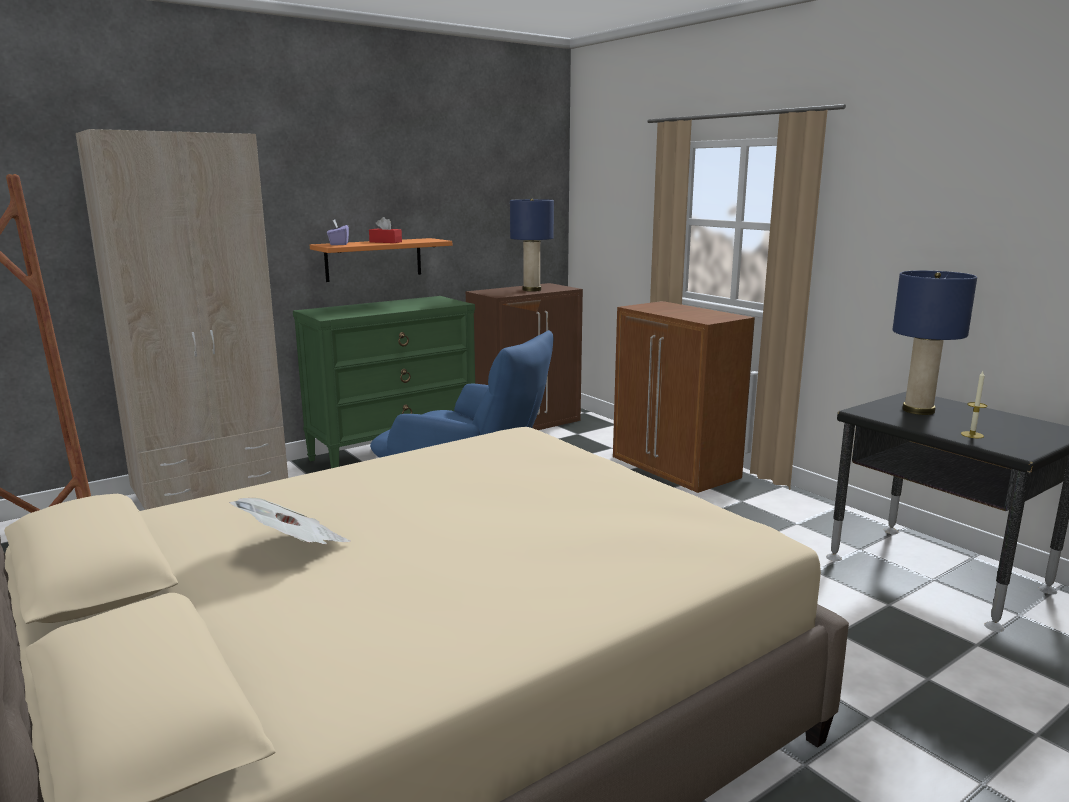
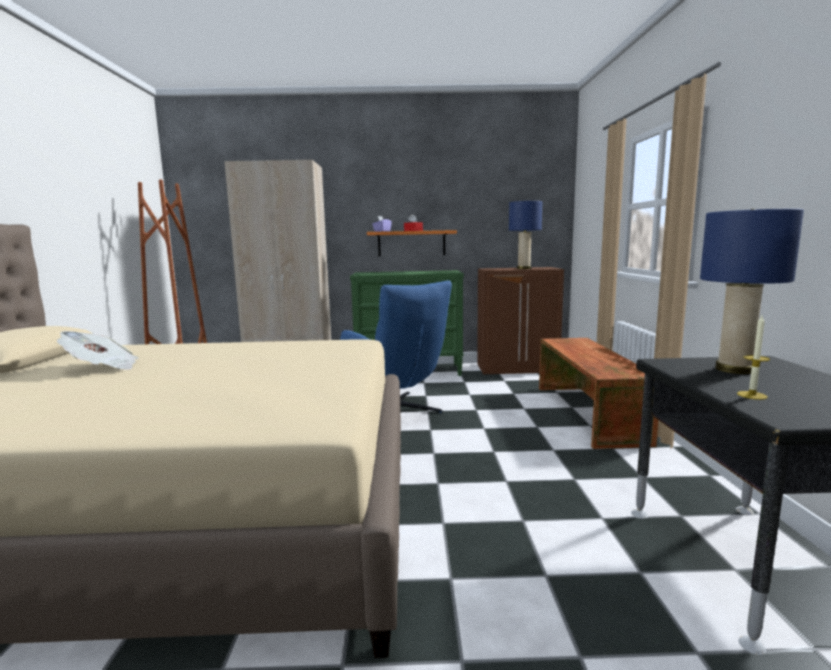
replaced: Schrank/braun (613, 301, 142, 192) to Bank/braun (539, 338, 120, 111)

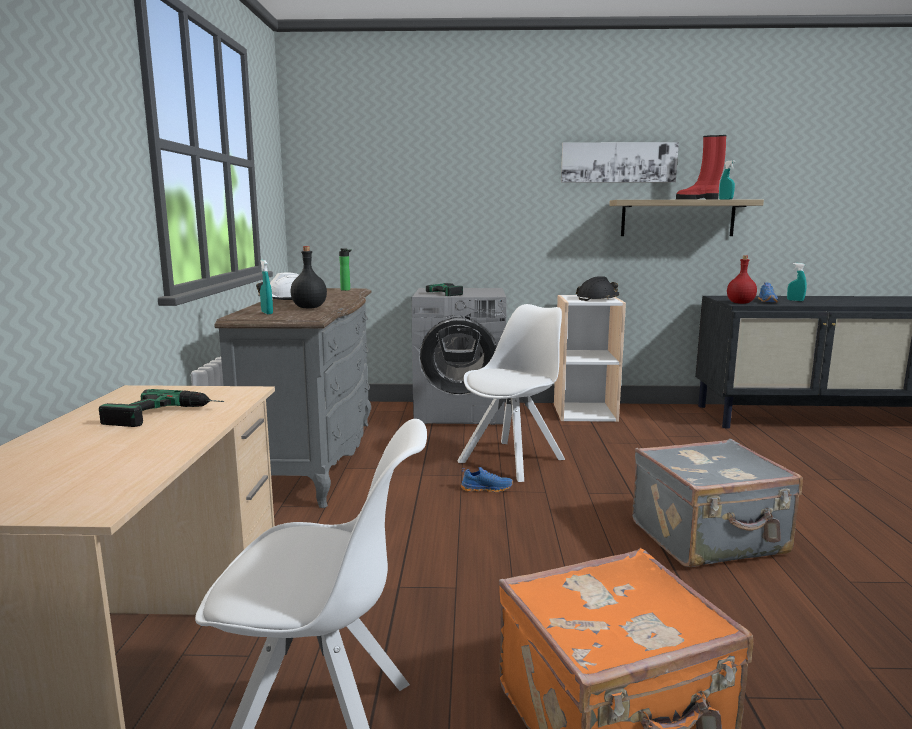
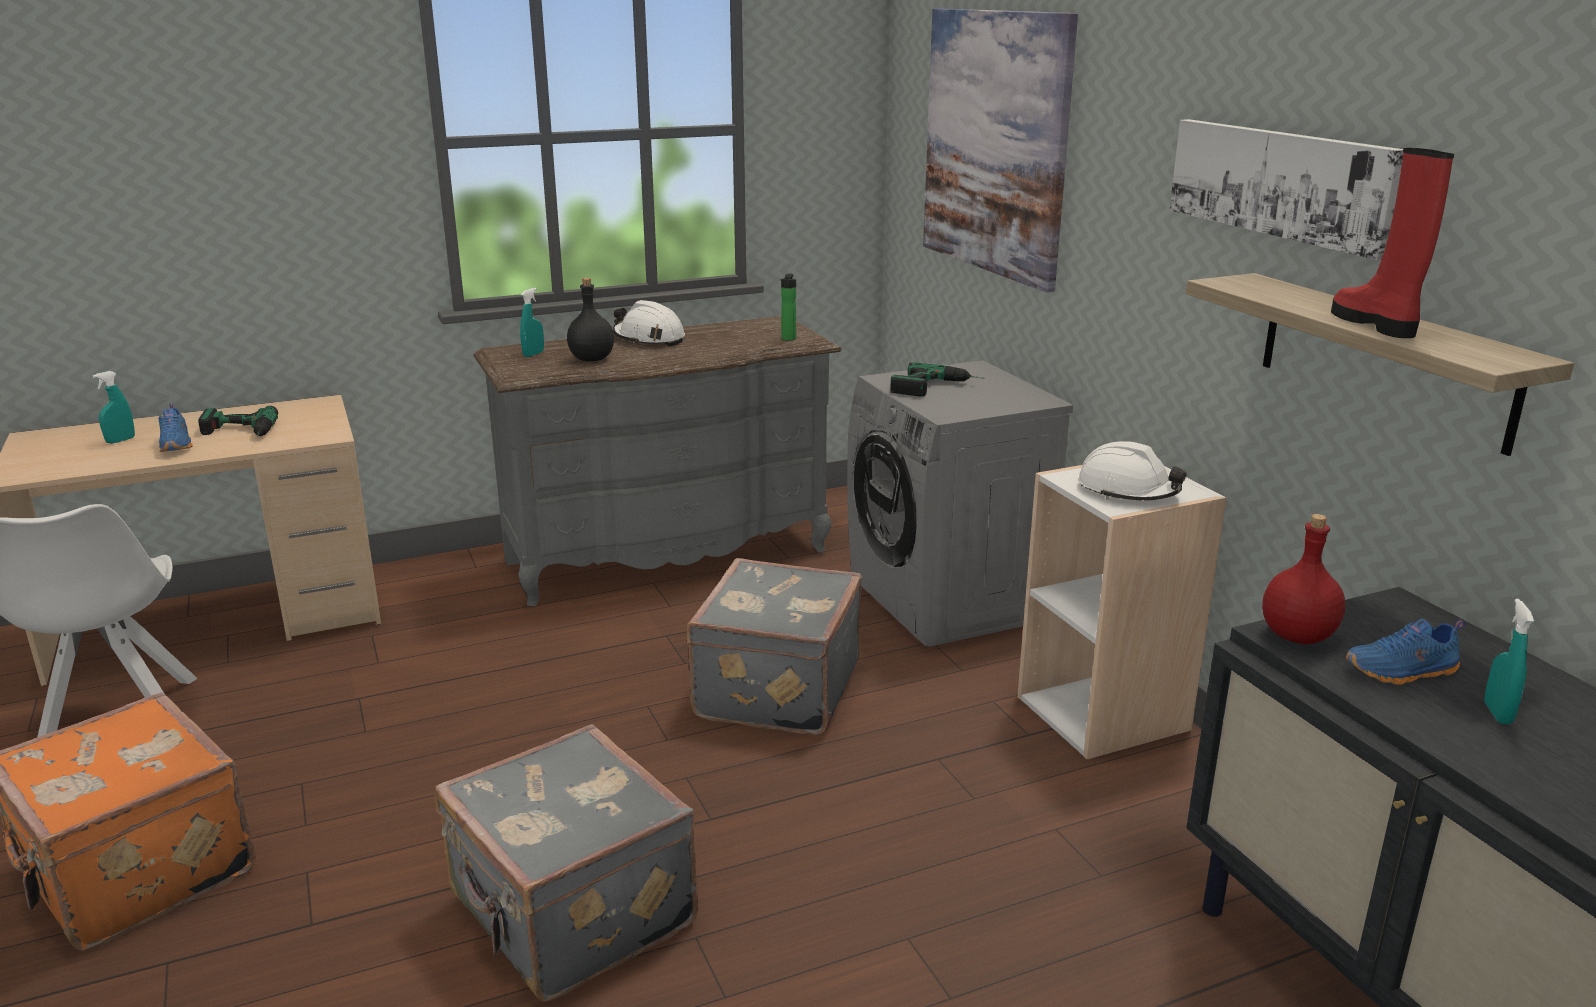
added: Bild (923, 9, 155, 284)
moved: Schuh/blau (461, 467, 52, 26) to (159, 403, 34, 49); Sprühflasche/türkis (719, 160, 16, 40) to (93, 371, 42, 73)
replaced: Stuhl/weiß (457, 304, 108, 178) to Koffer/grau (687, 558, 175, 177)
recoloured: Schutzhelm/schwarz (576, 276, 43, 25) to Schutzhelm/weiß (1078, 441, 109, 60)

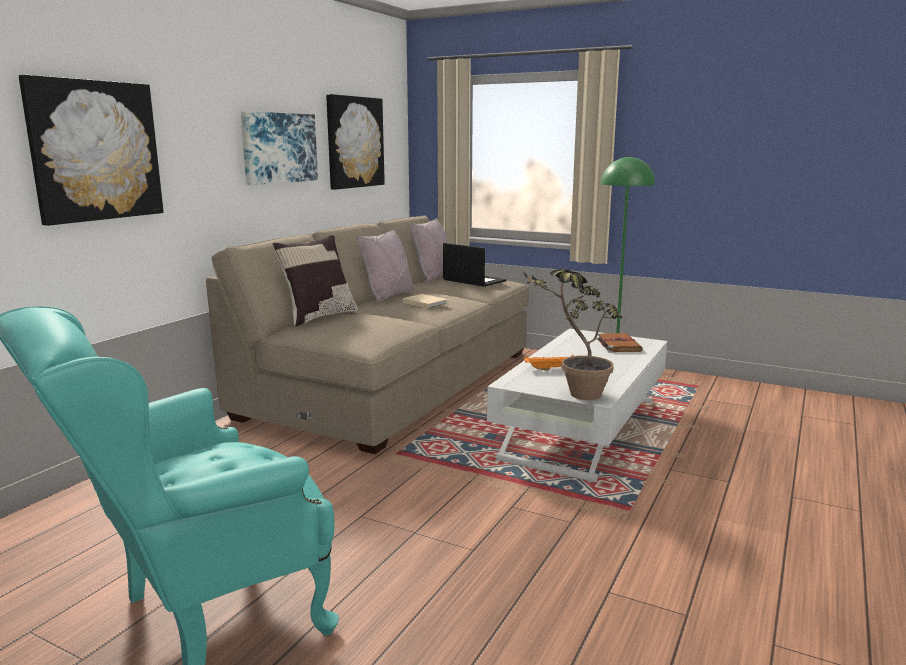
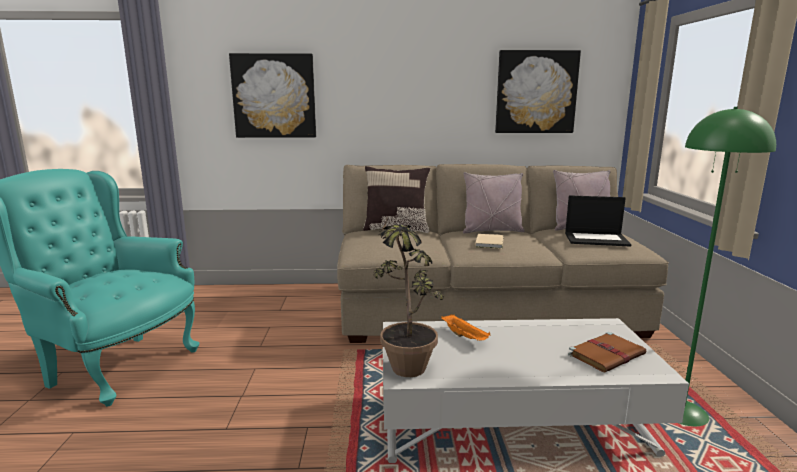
removed: Bild (241, 111, 77, 74)
turned: Laptop (443, 243, 64, 44) = (565, 195, 66, 52) 90 degrees clockwise

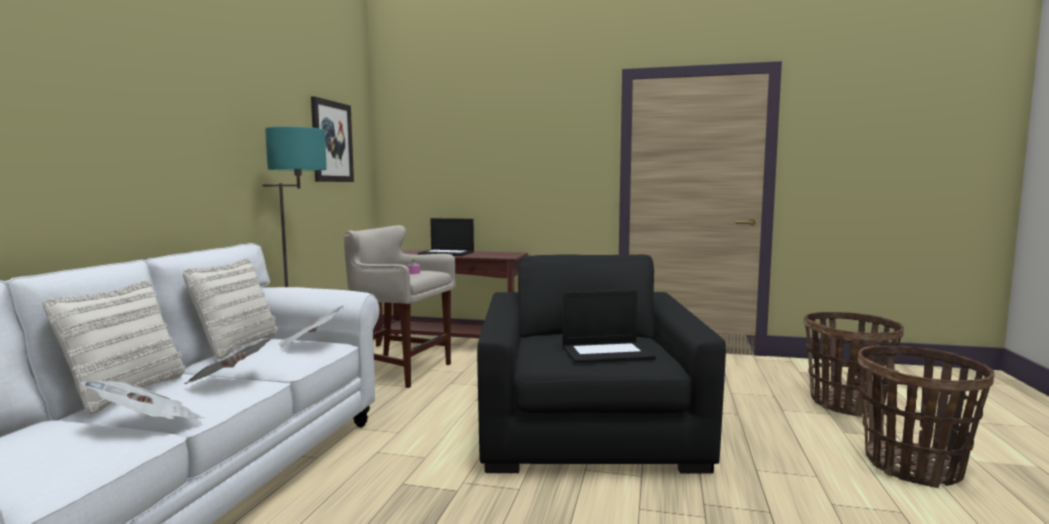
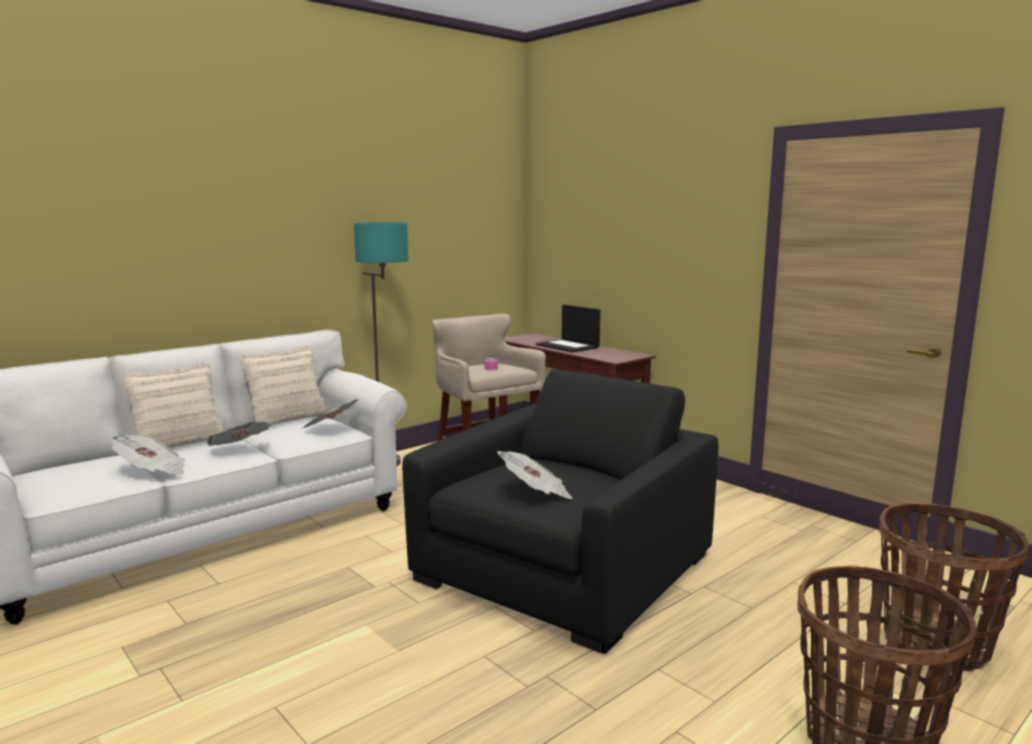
removed: Bild (311, 96, 43, 86)
replaced: Laptop (562, 290, 94, 73) to Zeitung (498, 451, 75, 48)

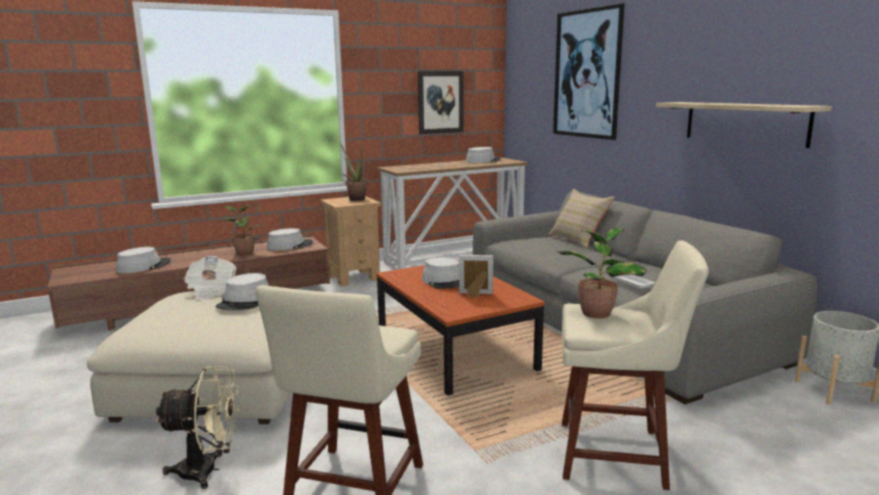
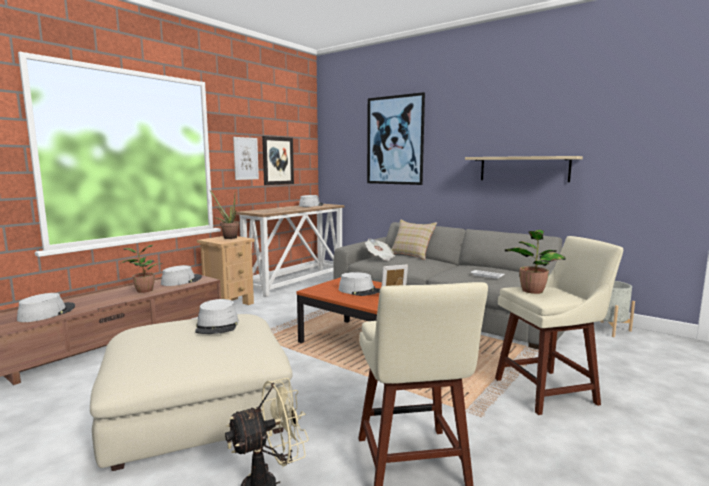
added: Bild (233, 137, 26, 43)
moved: Zeitung (184, 256, 53, 44) to (365, 239, 30, 22)

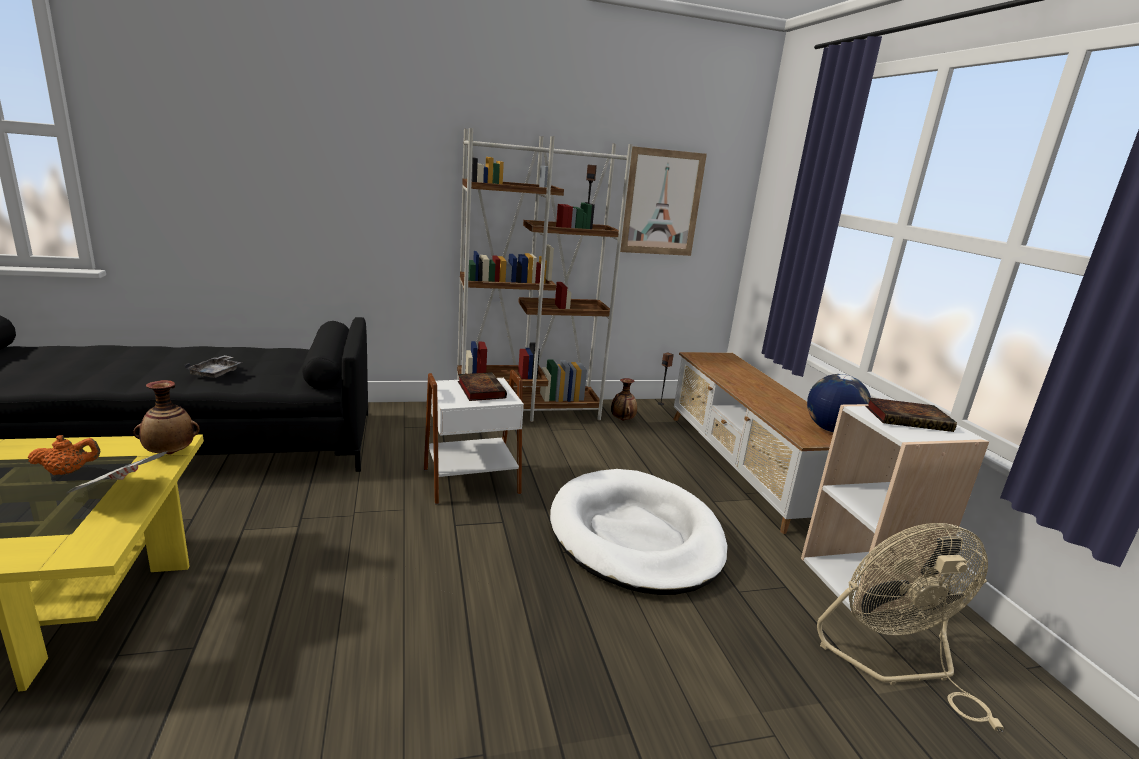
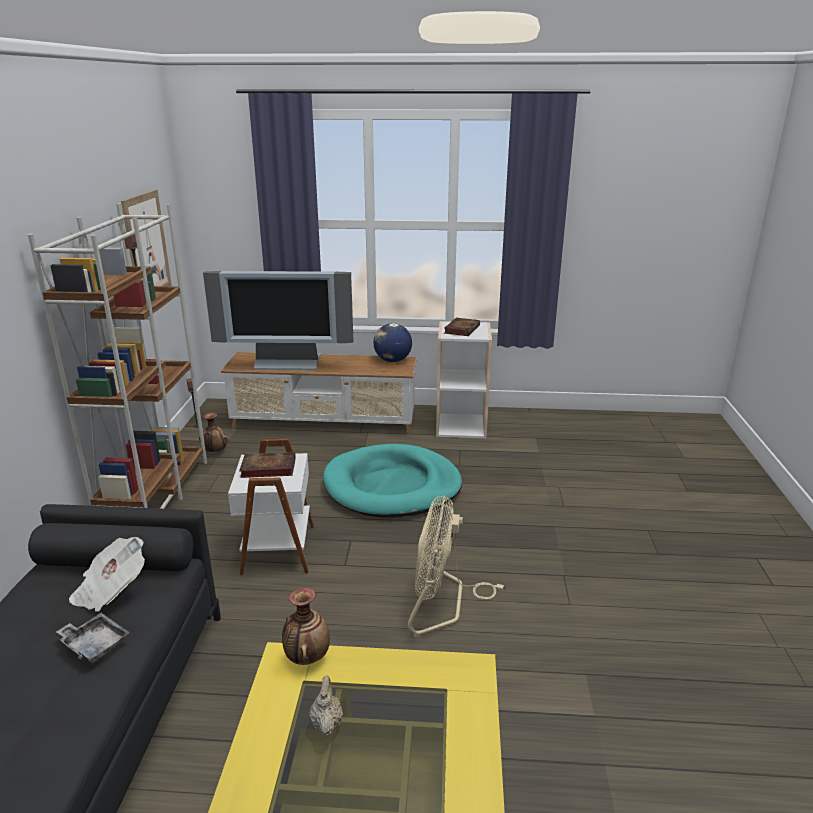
added: Fernseher (203, 271, 150, 99)
moved: Zeitung (67, 451, 101, 42) to (69, 537, 76, 75); Ventilator/beige (817, 523, 187, 210) to (408, 495, 97, 143)
recoloured: Teekanne/orange (28, 435, 72, 40) to Teekanne/beige (309, 676, 34, 60); Hundebett/weiß (550, 469, 177, 126) to Hundebett/türkis (323, 444, 139, 73)

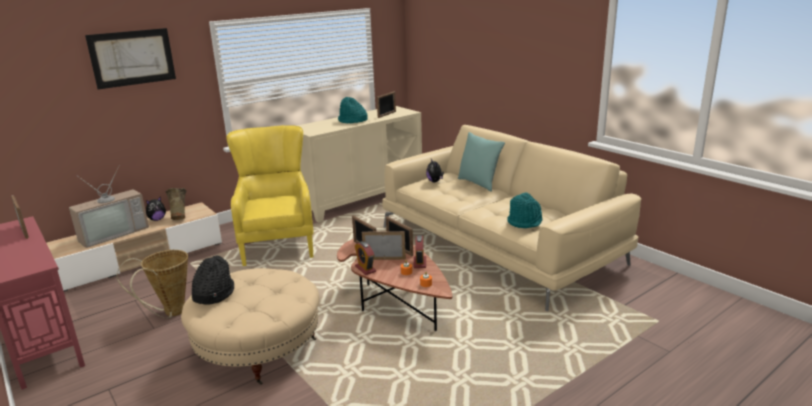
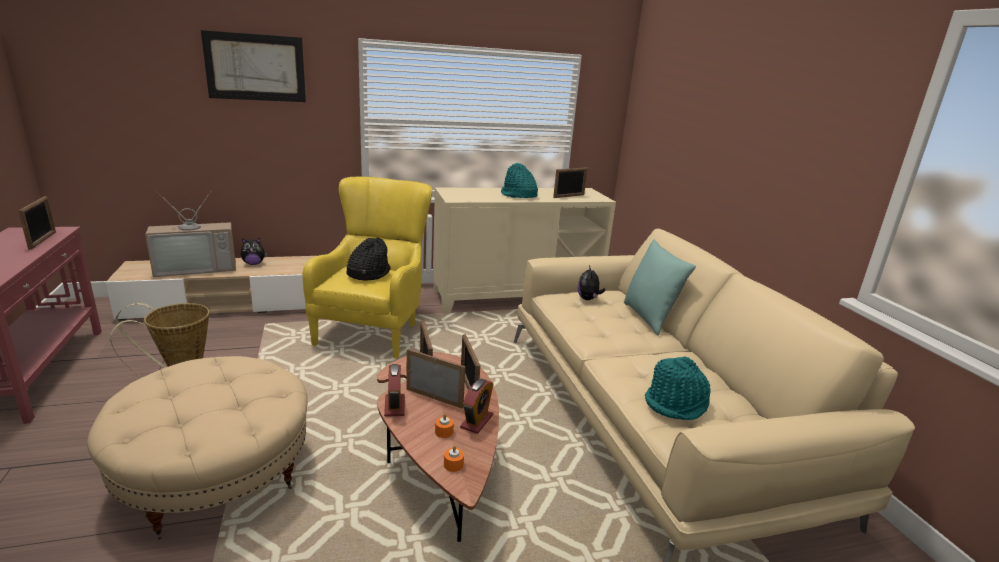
removed: Vase/beige (166, 188, 21, 32)
moved: Hut/schwarz (191, 255, 43, 49) to (346, 238, 44, 43)

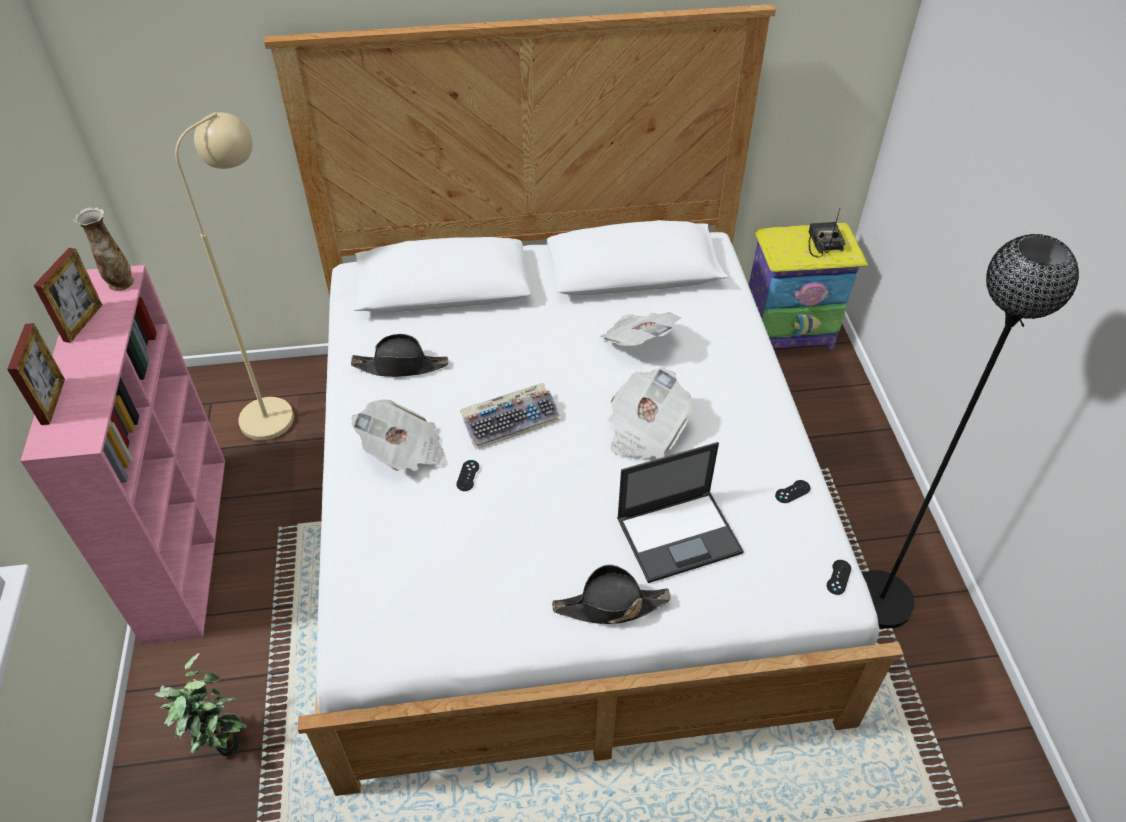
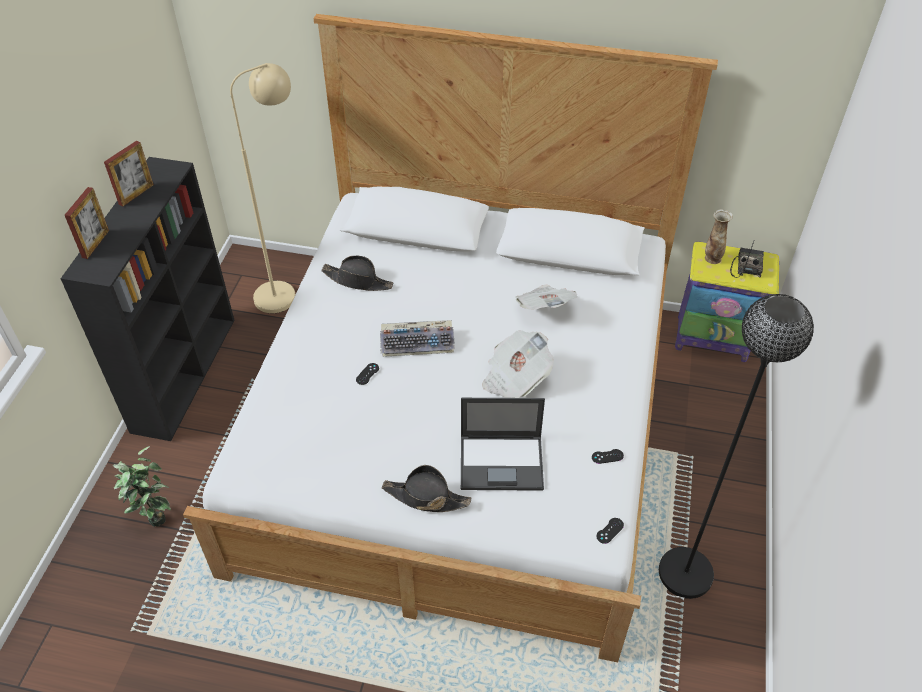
removed: Zeitung (351, 400, 96, 71)
moved: Vase (74, 207, 60, 84) to (705, 209, 28, 55)
recoloured: Bücherregal/rosa (21, 265, 204, 380) to Bücherregal/schwarz (61, 157, 174, 284)

